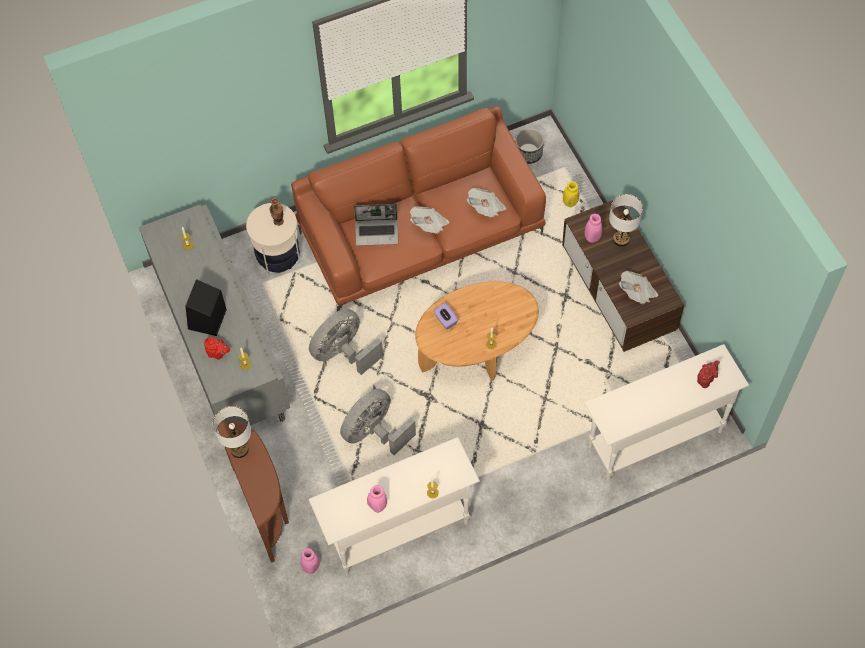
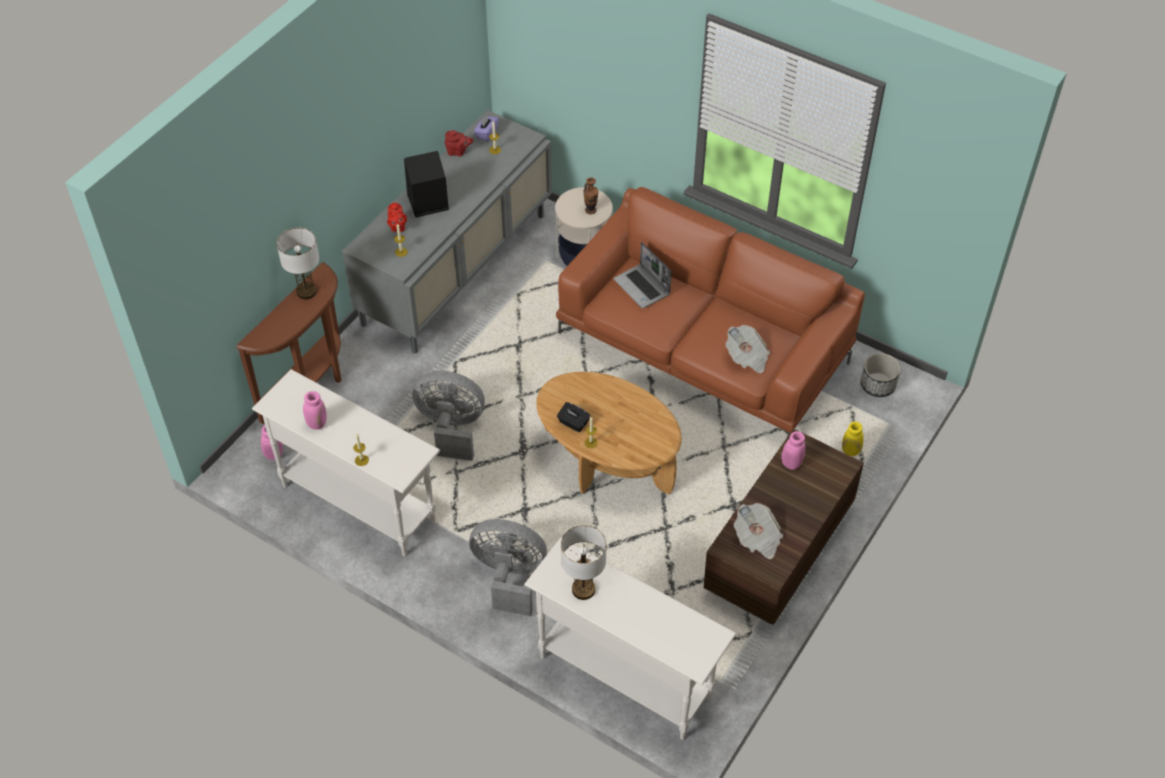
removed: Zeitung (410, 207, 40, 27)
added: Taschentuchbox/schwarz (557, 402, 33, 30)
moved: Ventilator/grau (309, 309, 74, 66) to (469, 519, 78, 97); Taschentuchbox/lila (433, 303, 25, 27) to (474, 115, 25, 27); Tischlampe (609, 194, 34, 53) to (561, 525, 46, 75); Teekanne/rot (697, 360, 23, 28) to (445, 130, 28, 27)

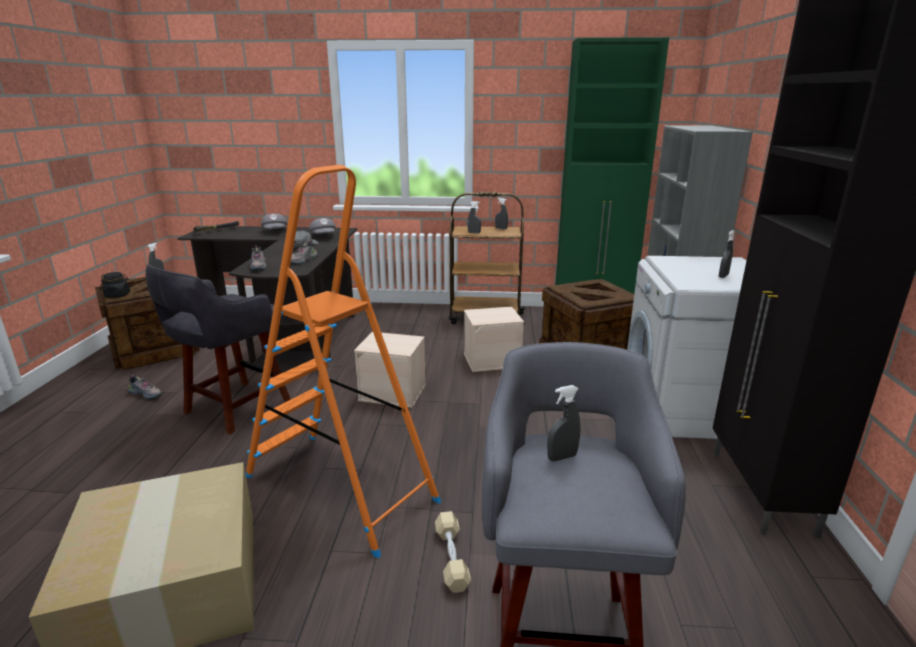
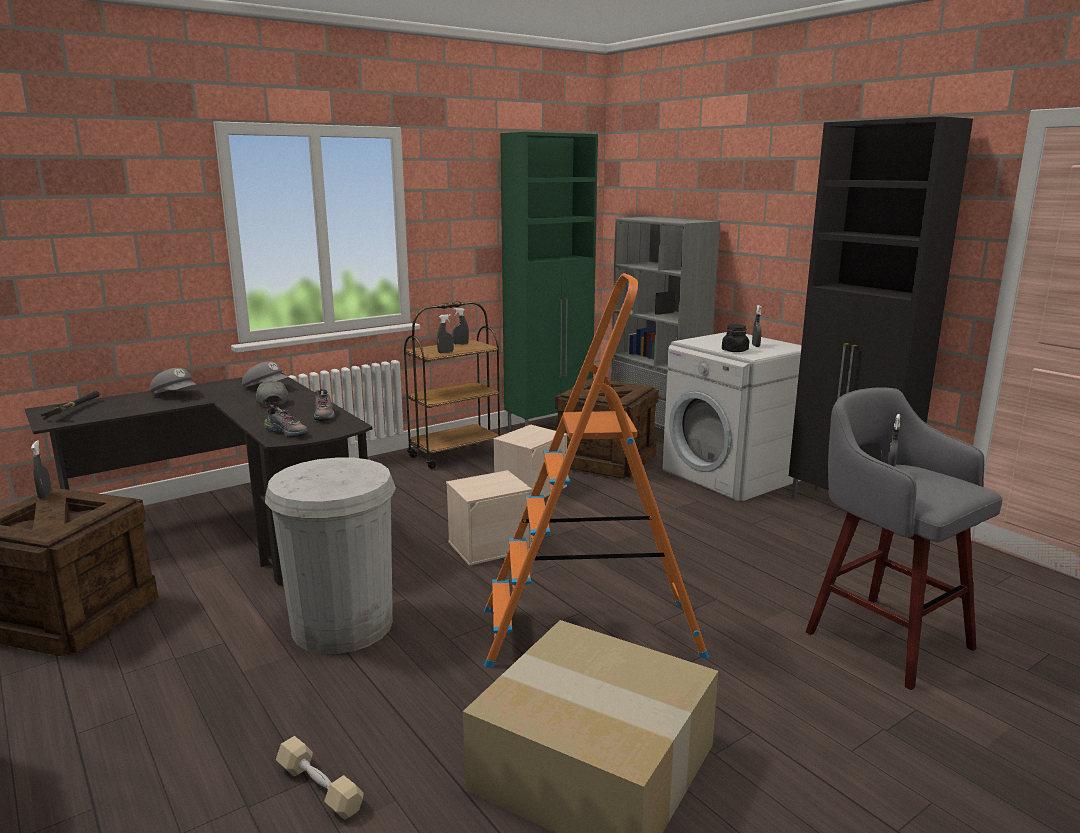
removed: Schuh (128, 375, 34, 25)
moved: Vorratsglas/schwarz (101, 272, 29, 26) to (722, 324, 27, 28); Hantel/beige (435, 511, 36, 82) to (276, 736, 88, 83)
replaced: Hocker/grau (145, 265, 146, 169) to Mülleimer/weiß (265, 457, 131, 197)

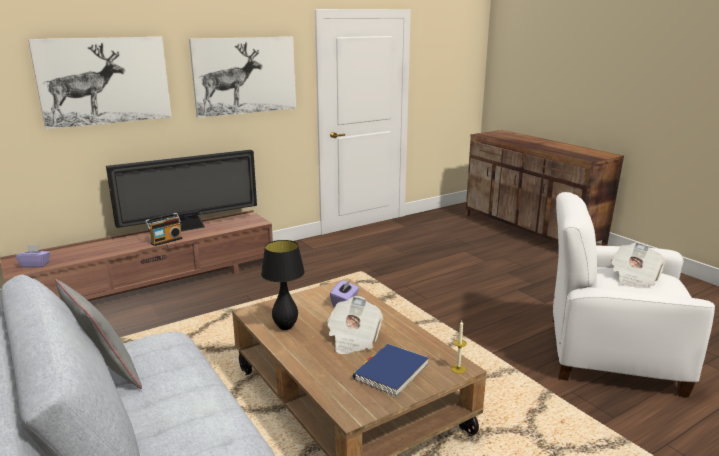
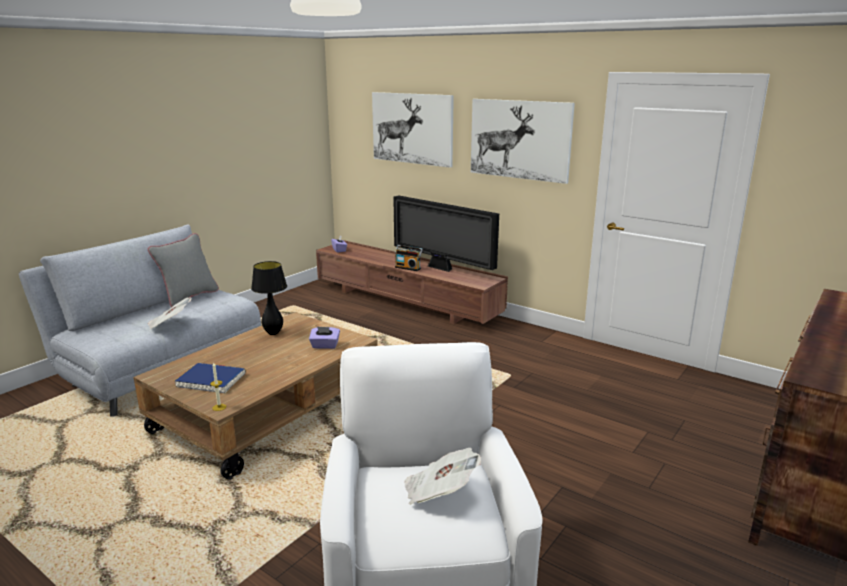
moved: Zeitung (327, 296, 56, 58) to (148, 297, 43, 32)

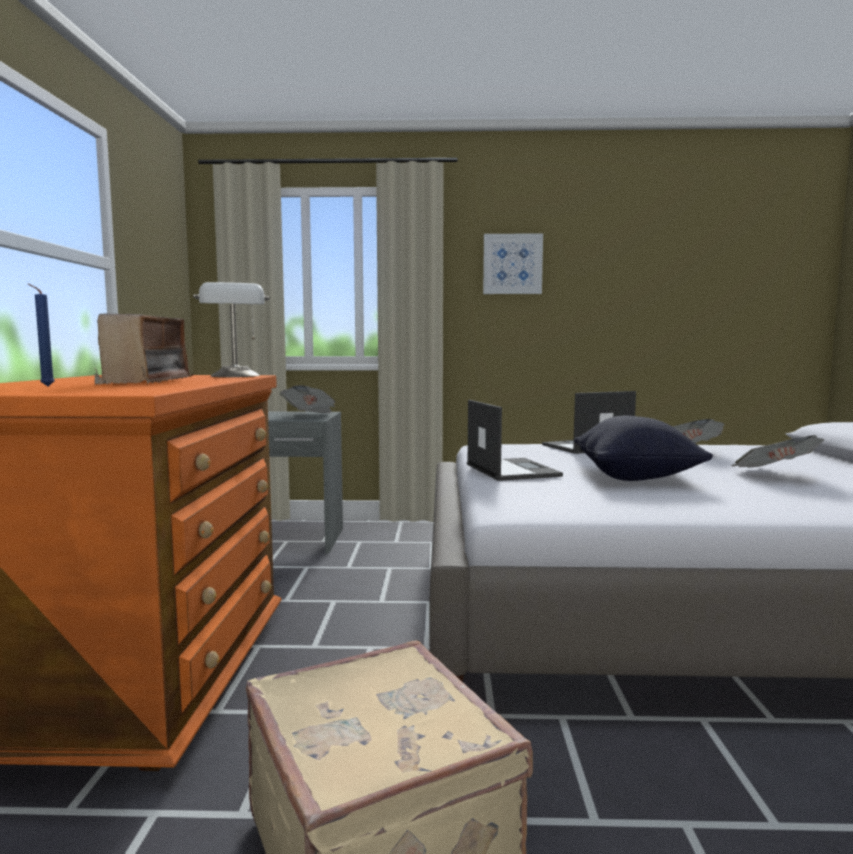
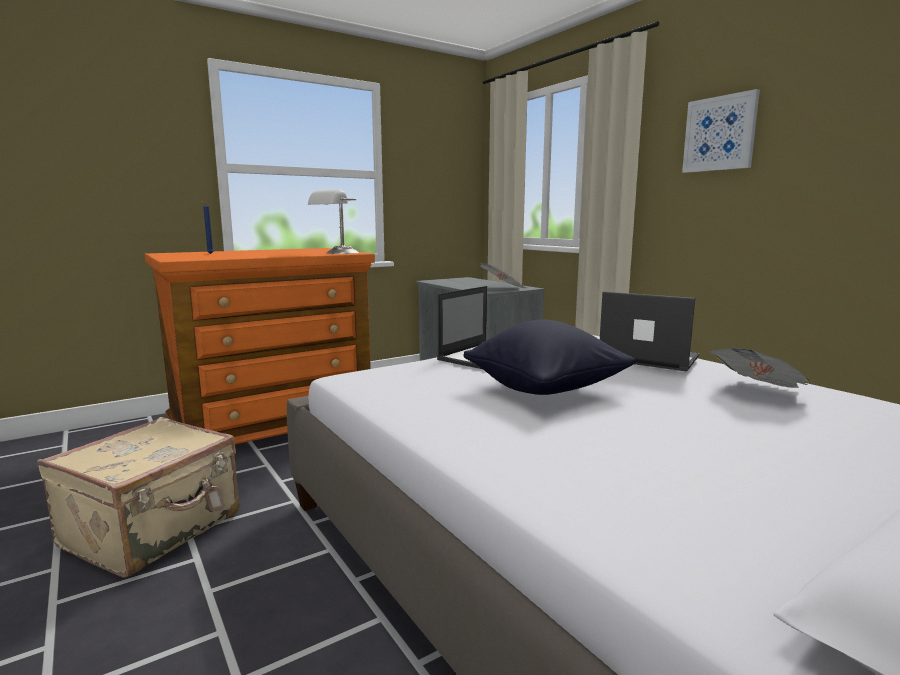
removed: Radio (94, 314, 99, 71); Zeitung (731, 435, 93, 33)

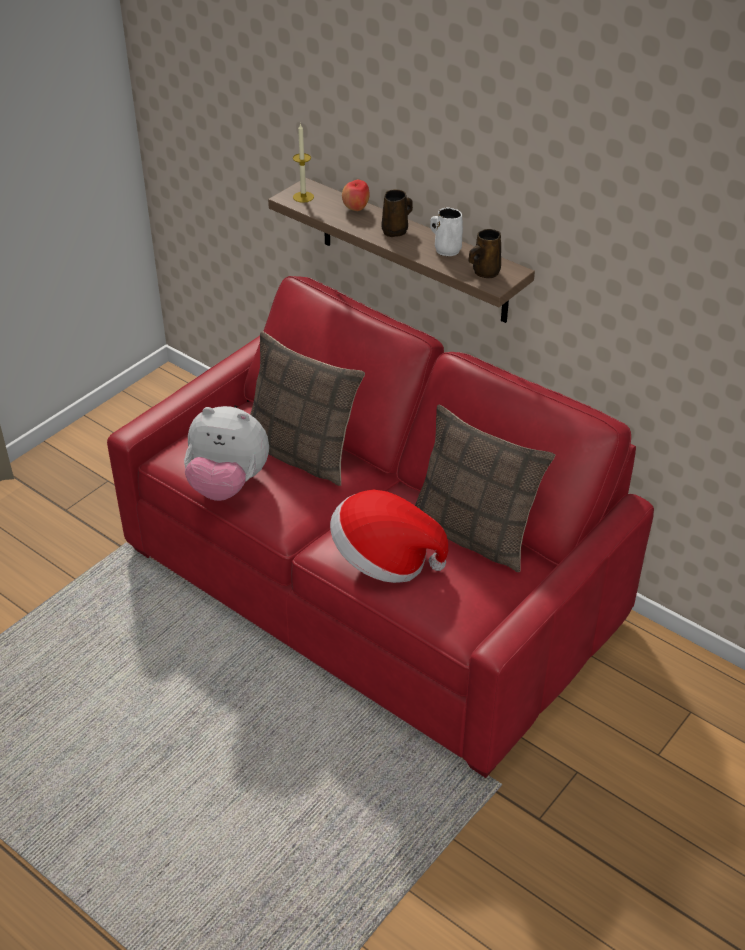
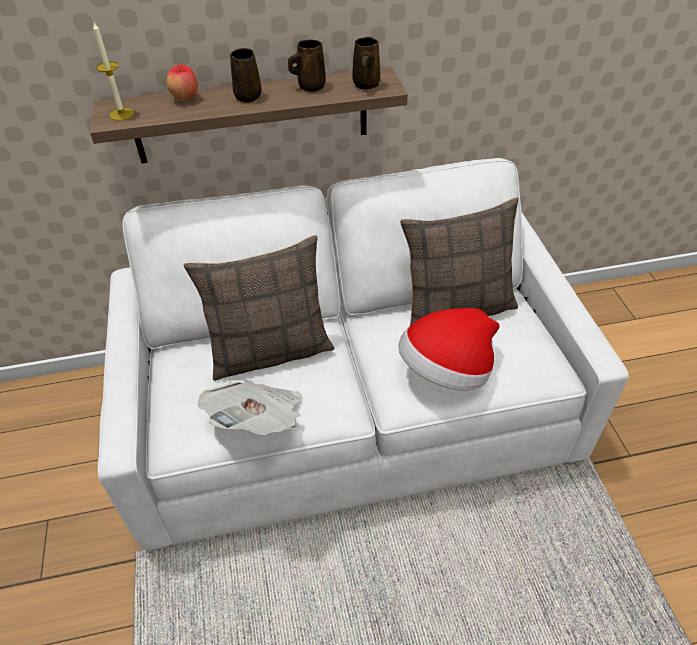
replaced: Plüschtier (184, 406, 85, 95) to Zeitung (198, 380, 104, 55)
recoloured: Sofa/rot (107, 276, 547, 502) to Sofa/weiß (98, 158, 531, 392); Henkelbecher/weiß (430, 207, 33, 49) to Henkelbecher/braun (288, 39, 38, 53)

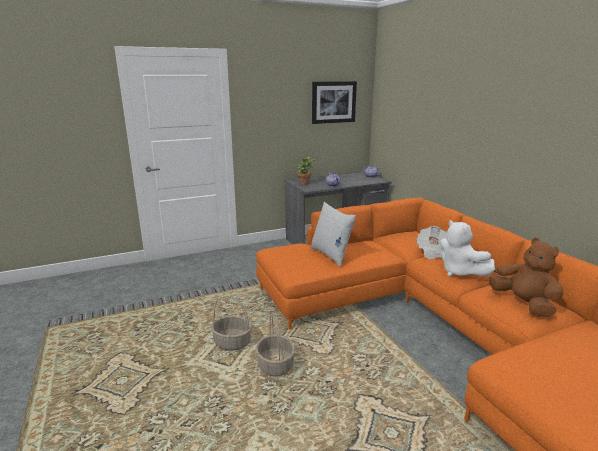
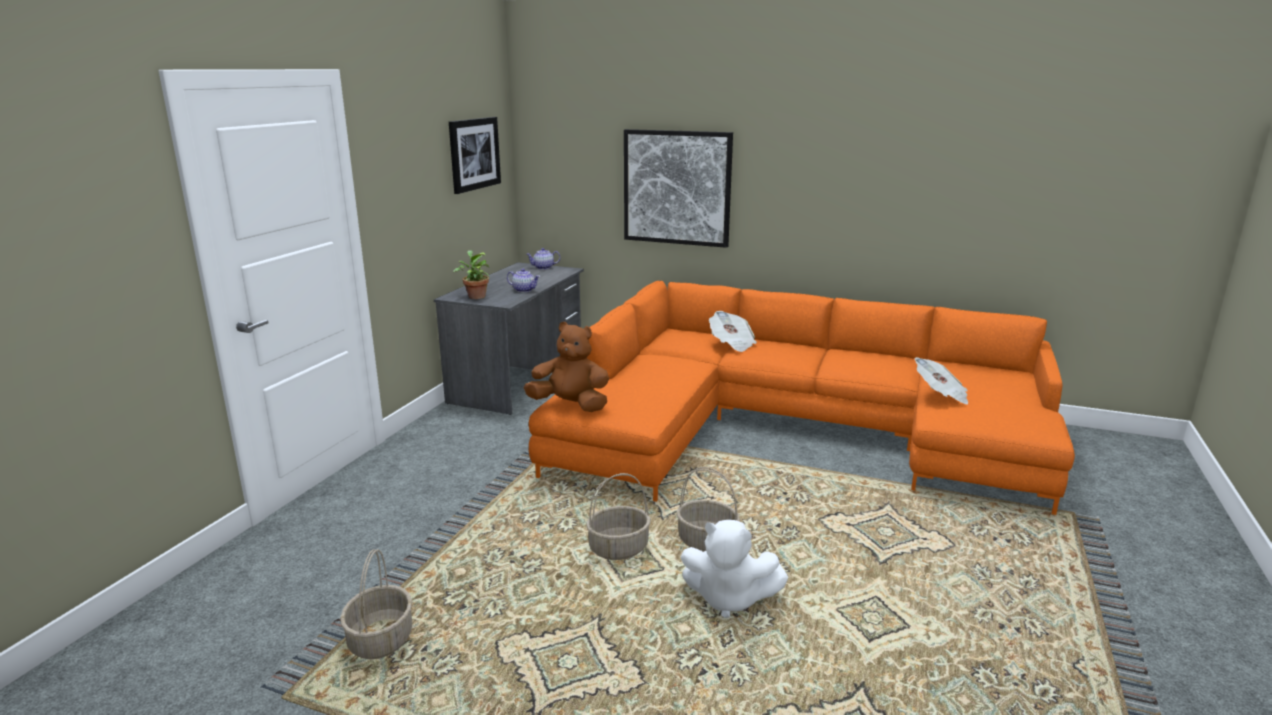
removed: Kissen/grau (311, 202, 45, 65)
added: Korb (340, 549, 72, 111); Bild (624, 129, 109, 119); Zeitung (915, 357, 53, 47)
moved: Plüschtier/weiß (440, 220, 55, 57) to (681, 520, 107, 98); Plüschtier/braun (488, 238, 75, 79) to (524, 322, 85, 90)

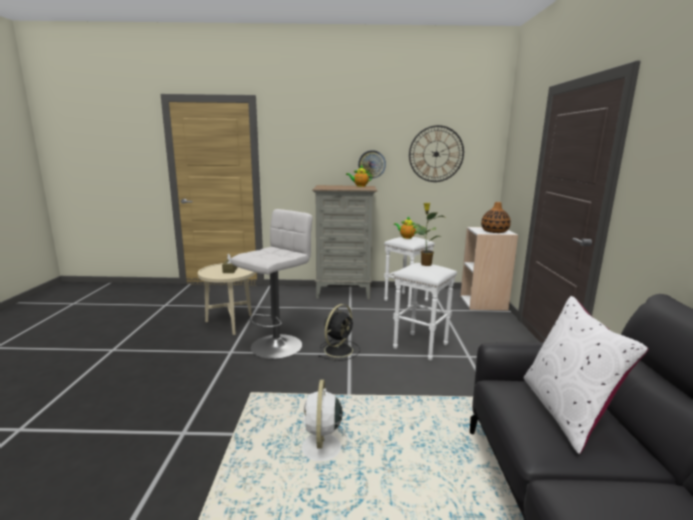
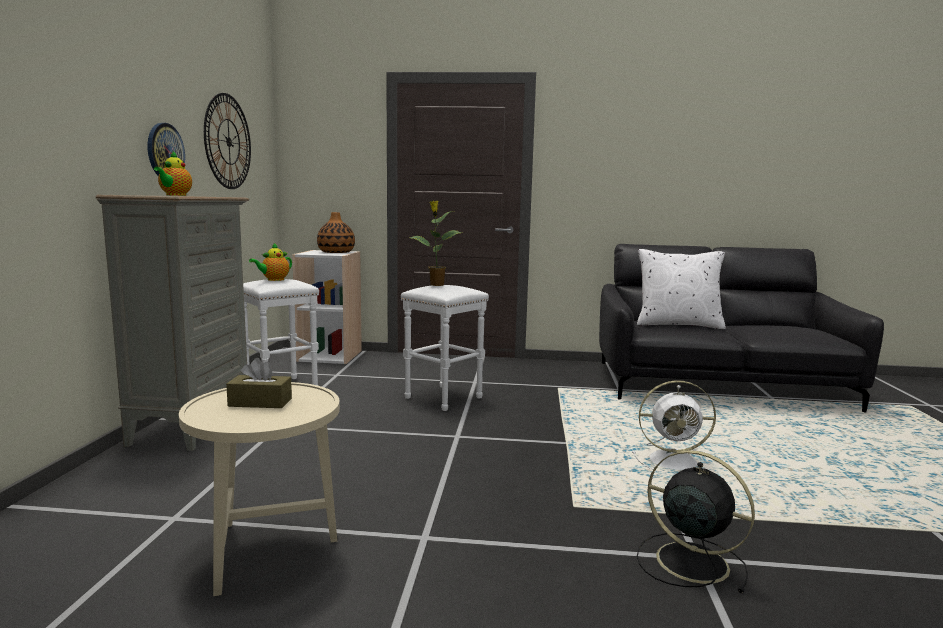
removed: Hocker/weiß (231, 209, 82, 150)
moved: Ventilator/schwarz (319, 304, 41, 57) to (637, 450, 118, 143)

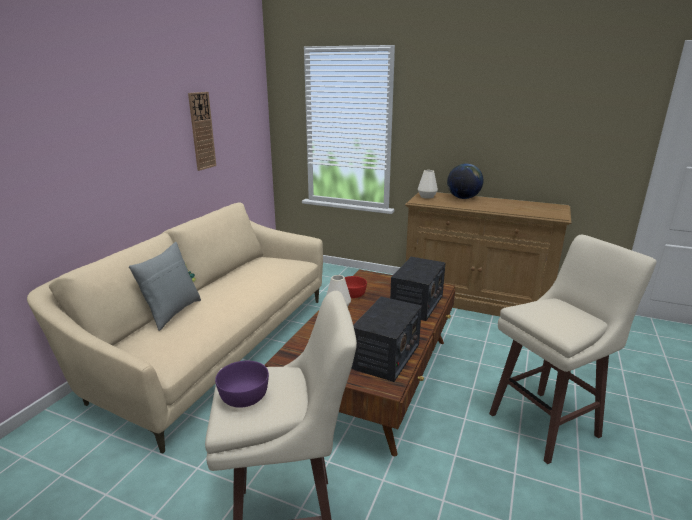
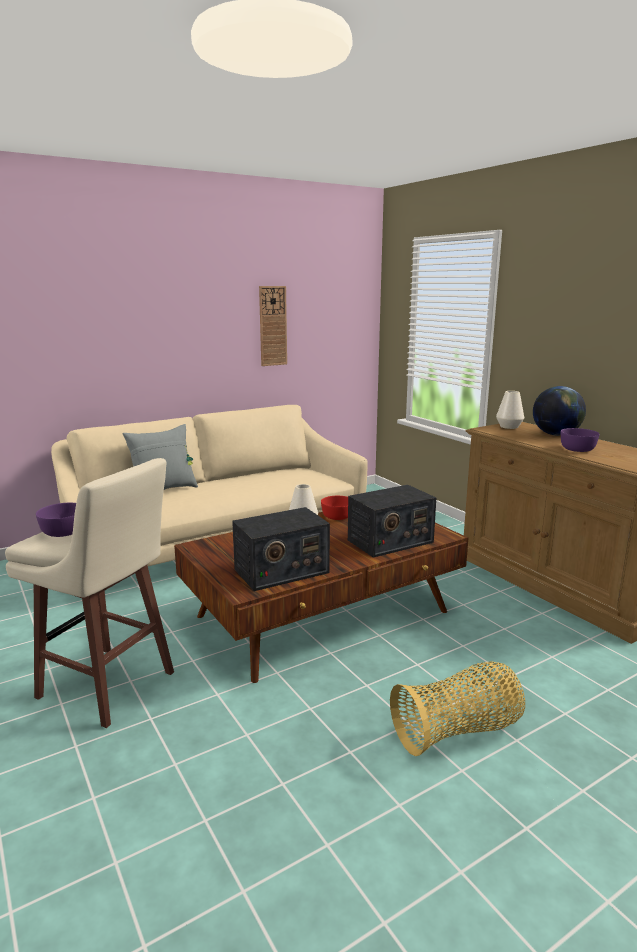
added: Schüssel/lila (561, 428, 39, 24)
replaced: Hocker/beige (489, 235, 168, 229) to Korb (390, 661, 135, 95)

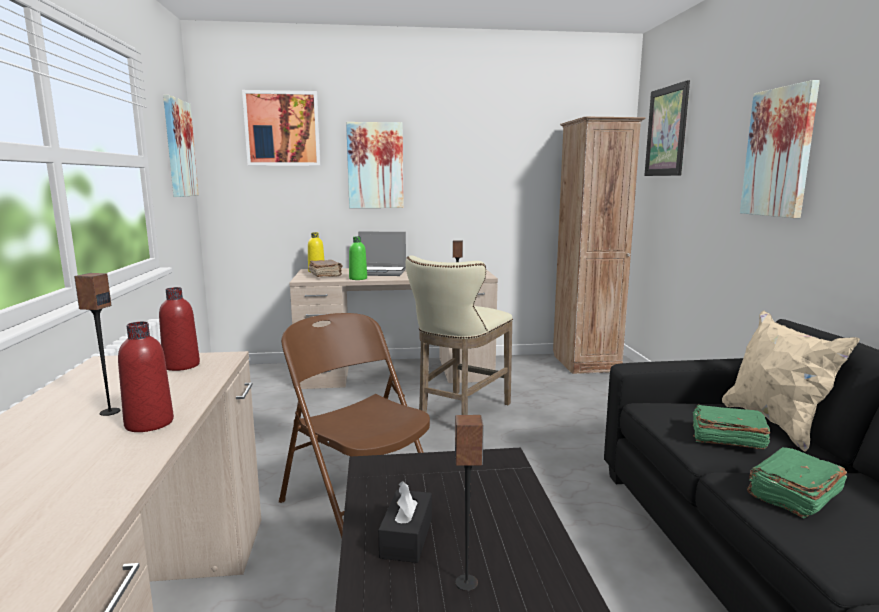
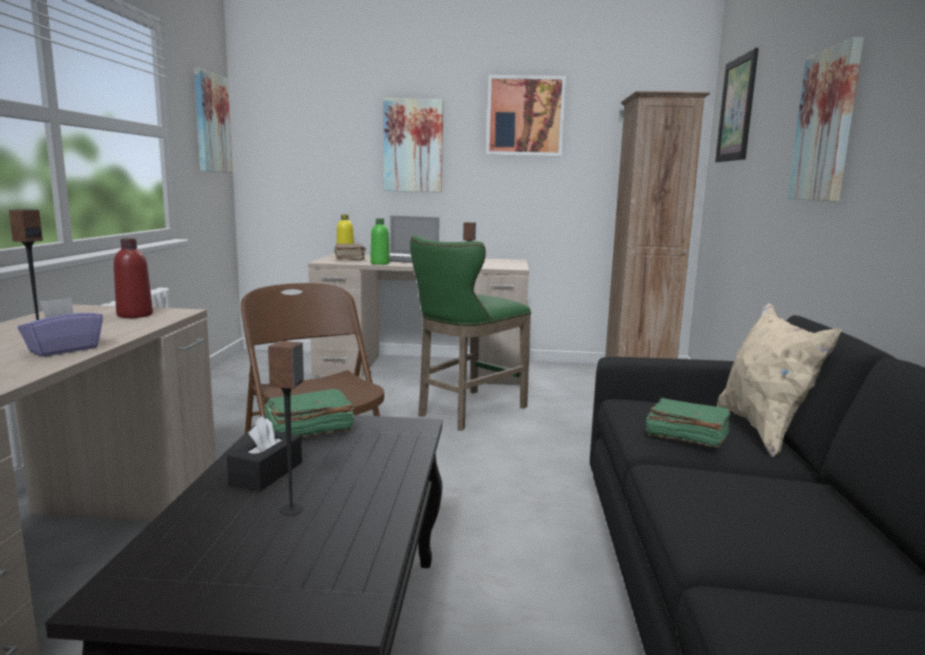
moved: Bild (242, 90, 79, 76) to (486, 75, 80, 81); Buch/grün (747, 447, 100, 72) to (264, 389, 90, 49)
replaced: Flasche/rot (118, 322, 56, 110) to Taschentuchbox/lila (18, 297, 85, 60)
recoloured: Hocker/beige (406, 255, 107, 160) to Hocker/grün (410, 235, 121, 196)

